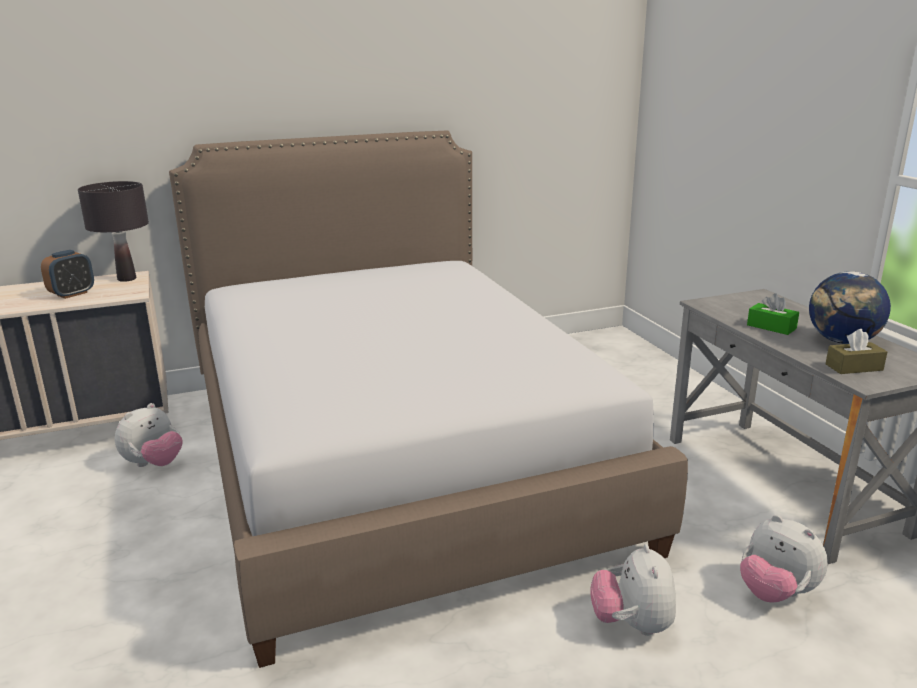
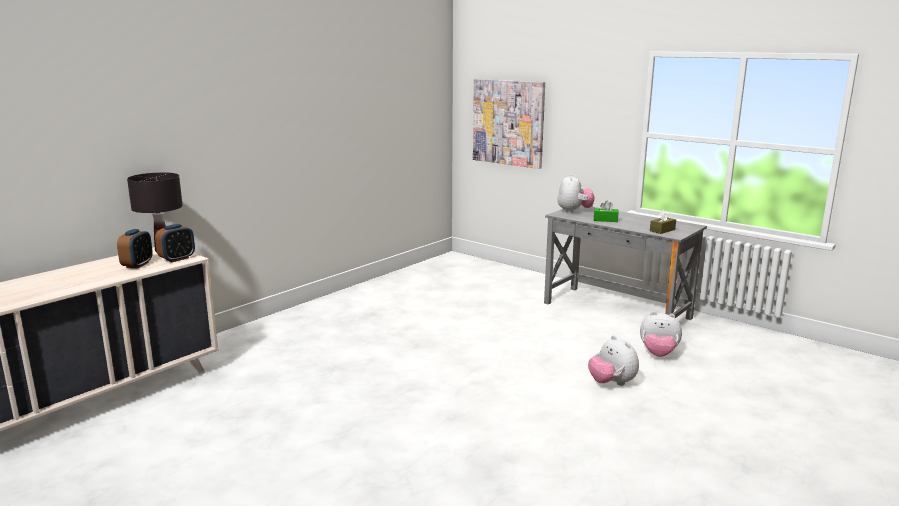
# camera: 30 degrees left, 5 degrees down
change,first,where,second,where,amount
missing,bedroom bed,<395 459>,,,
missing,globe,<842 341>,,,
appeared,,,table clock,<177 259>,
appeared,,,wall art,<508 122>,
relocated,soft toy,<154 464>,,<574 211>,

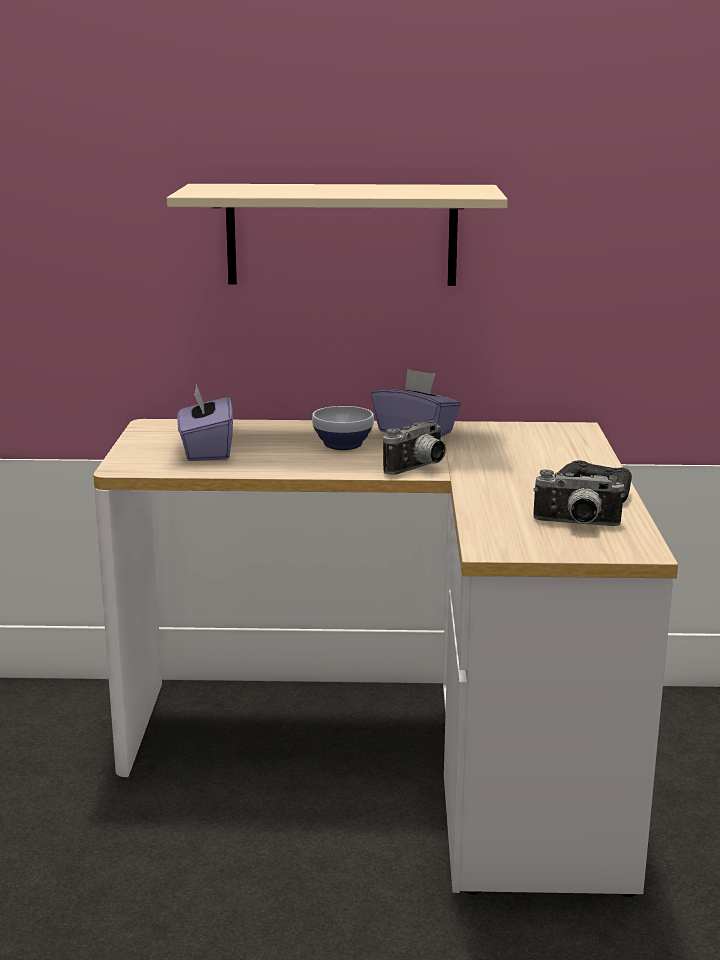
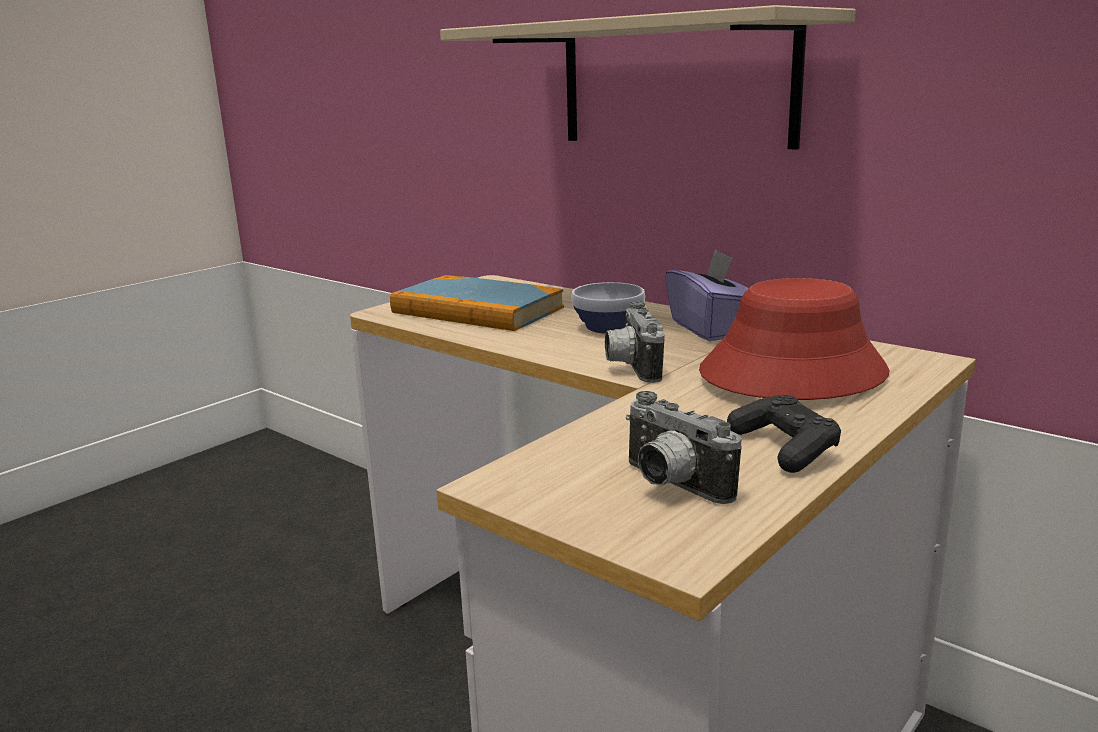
# camera: 40 degrees right, 0 degrees up
change,first,where,second,where,amount
appeared,,,wearable hat/red,<792 373>,
exchanged,tissue holder/purple,<206 451>,book,<477 310>,
spun,photo camera,<419 468>,,<630 367>,90 degrees clockwise

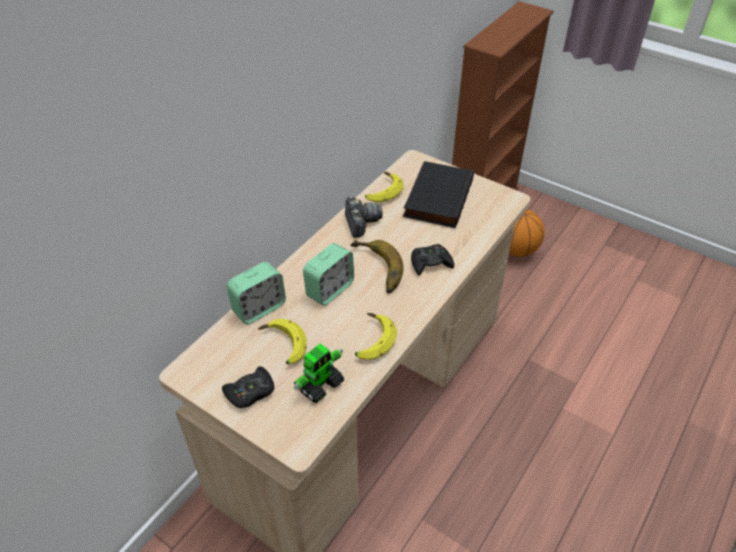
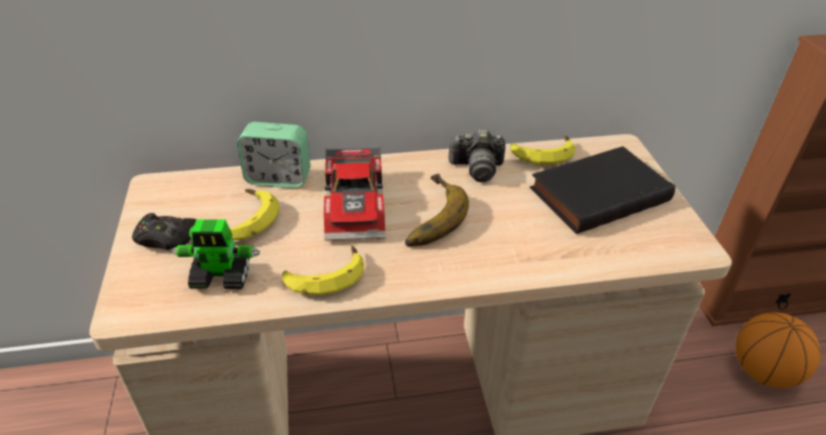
# camera: 45 degrees right, 5 degrees down
change,first,where,second,where,amount
missing,gamepad/black,<430 263>,,,
exchanged,table clock,<330 289>,miniature car,<358 204>,
spun,photo camera,<361 223>,,<476 168>,60 degrees clockwise

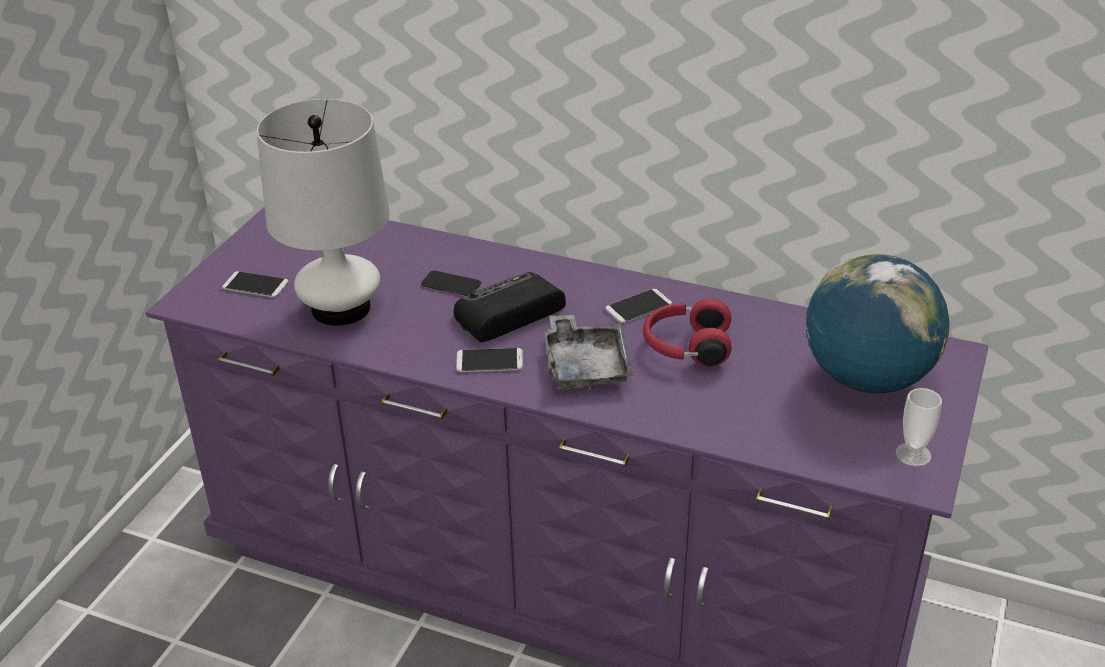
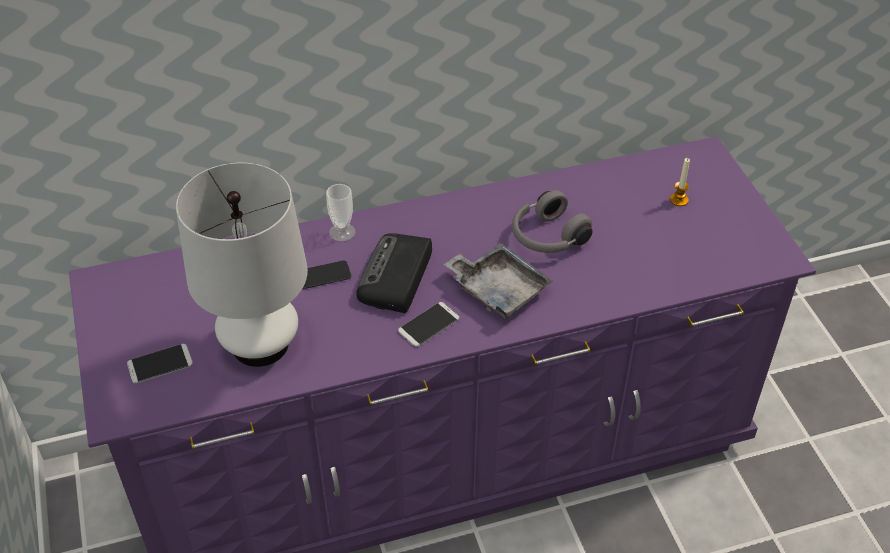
# camera: 40 degrees left, 10 degrees up
change,first,where,second,where,amount
missing,handset,<638 307>,,,
relocated,drinking cup,<913 454>,,<342 232>,
exchanged,globe,<867 379>,wax candle,<679 200>,
colour,headphones/red,<686 347>,headphones/greyish,<547 237>,

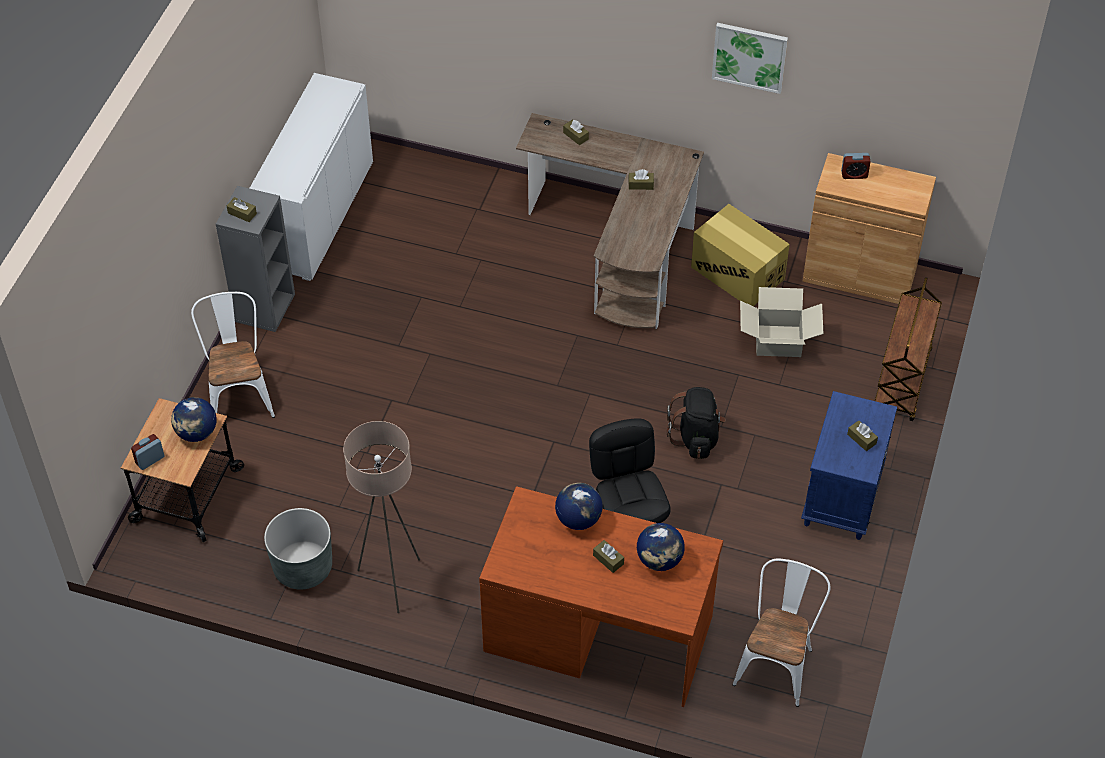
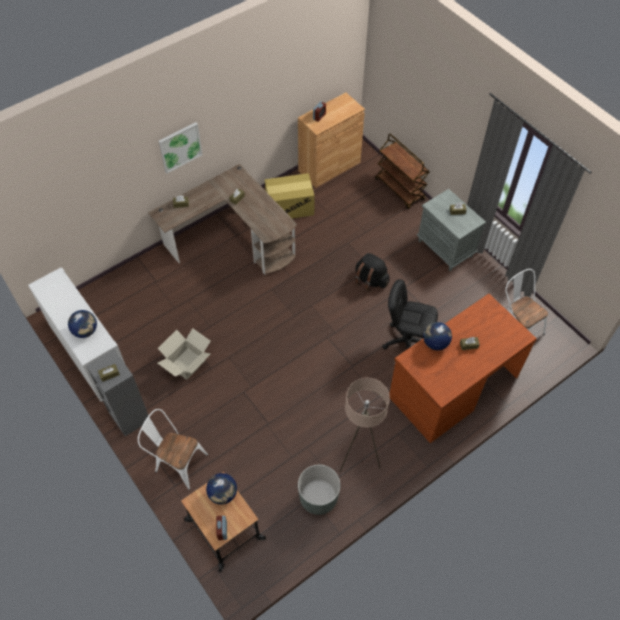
# camera: 55 degrees left, 5 degrees up
change,first,where,second,where,amount
relocated,globe,<659 560>,,<85 331>,
relocated,wall art,<749 56>,,<180 147>,
relocated,cardboard box,<778 340>,,<187 363>,
colour,nightstand/blue,<842 498>,nightstand/greyish,<445 249>,

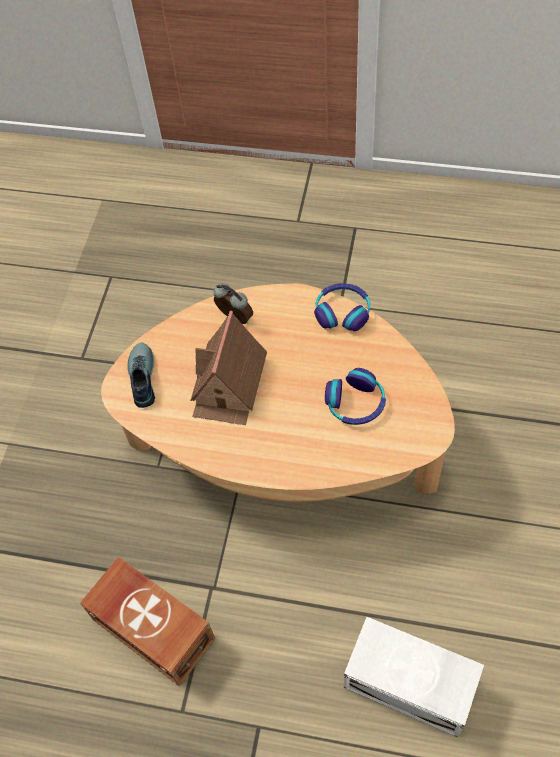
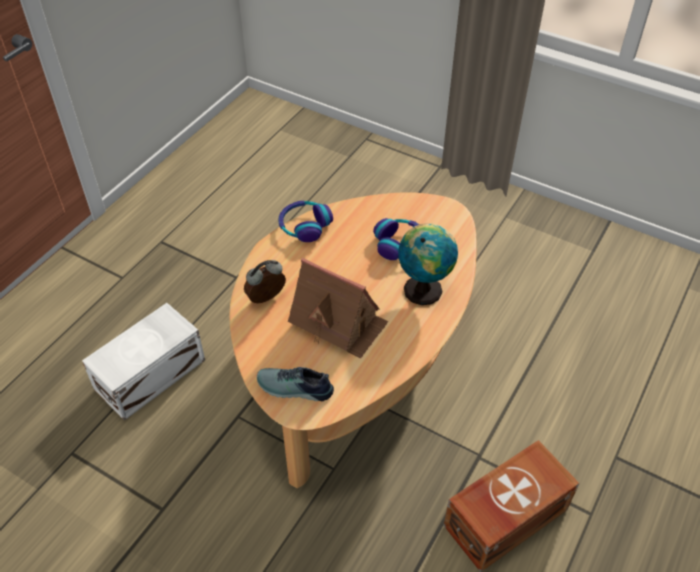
# camera: 75 degrees left, 10 degrees down
change,first,where,second,where,amount
appeared,,,globe,<424 288>,
relocated,storage container/white,<410 686>,,<152 375>,

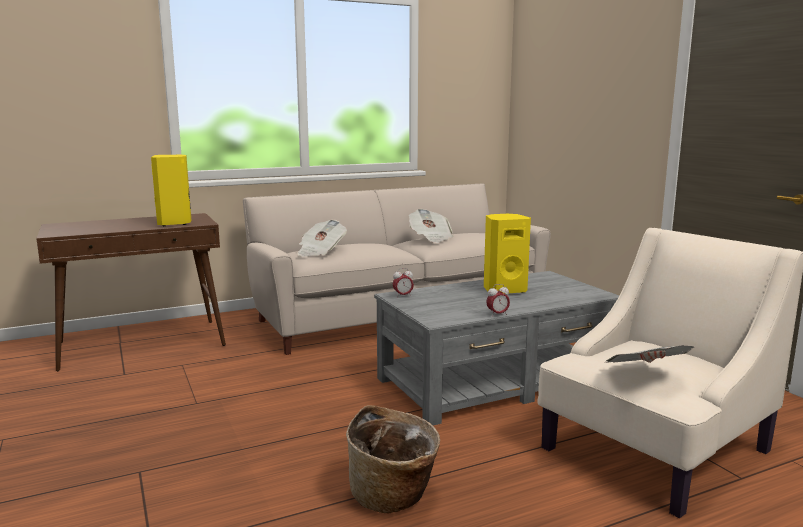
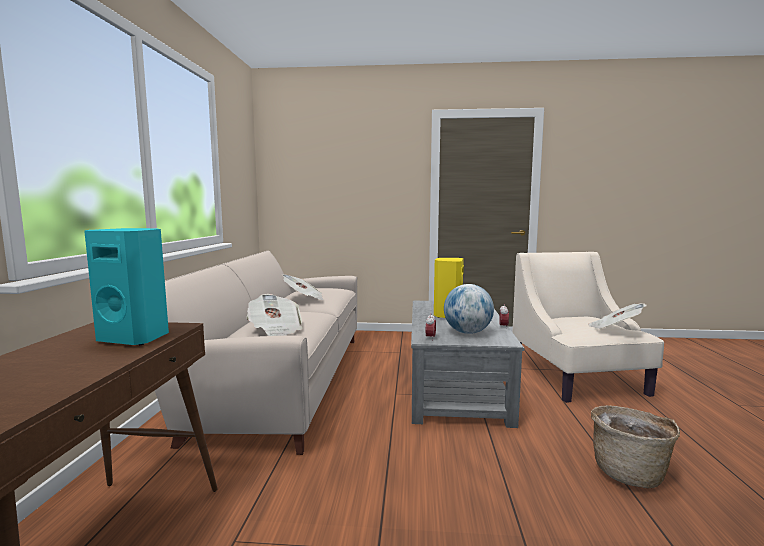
# camera: 60 degrees left, 5 degrees down
change,first,where,second,where,amount
appeared,,,globe,<467 332>,
colour,speaker/yellow,<175 223>,speaker/turquoise-coloured,<136 338>,

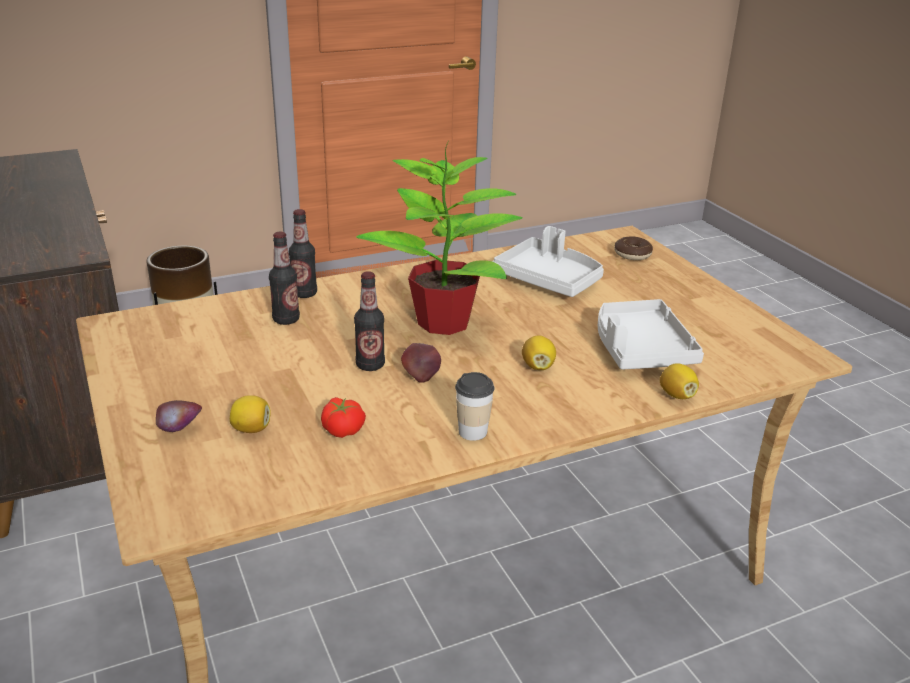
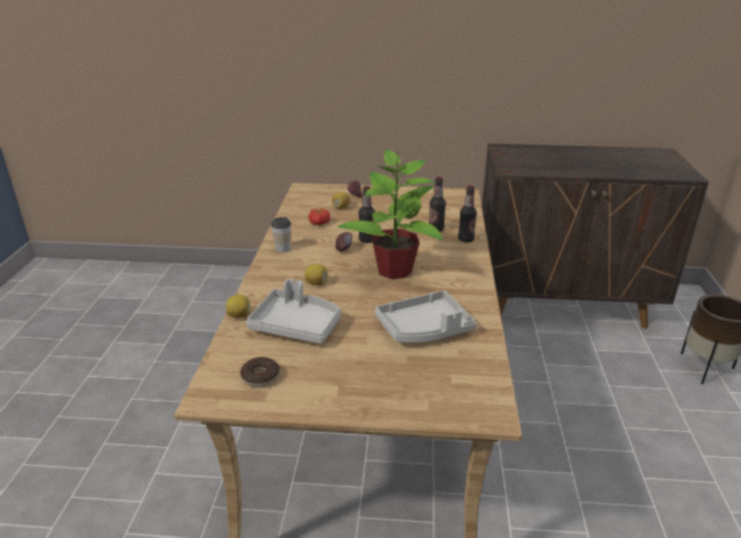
# camera: 120 degrees right, 0 degrees up
change,first,where,second,where,amount
relocated,donut,<632 254>,,<260 377>,

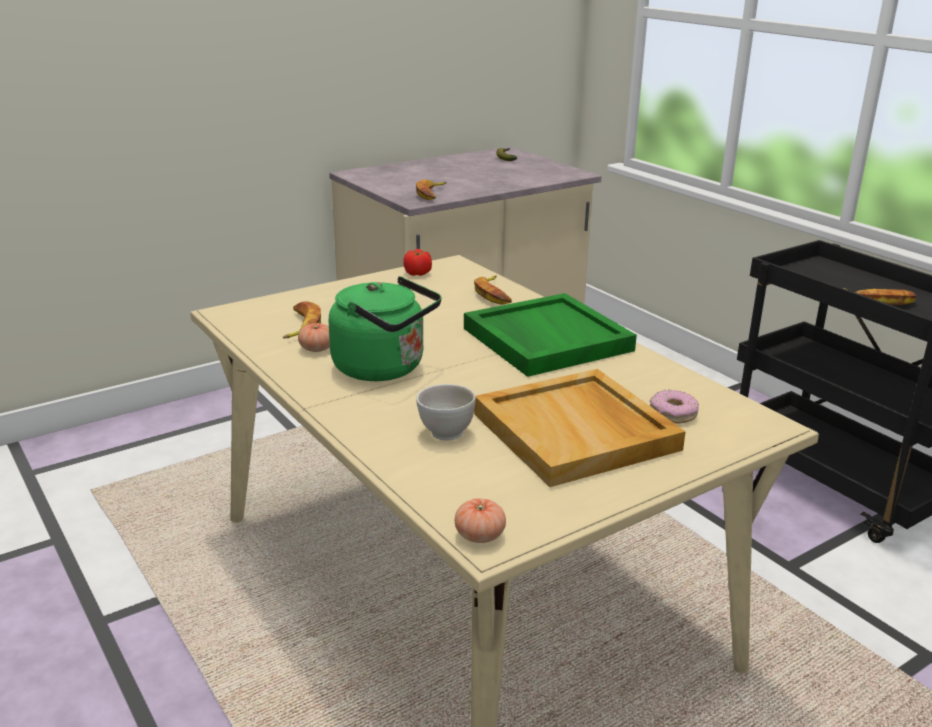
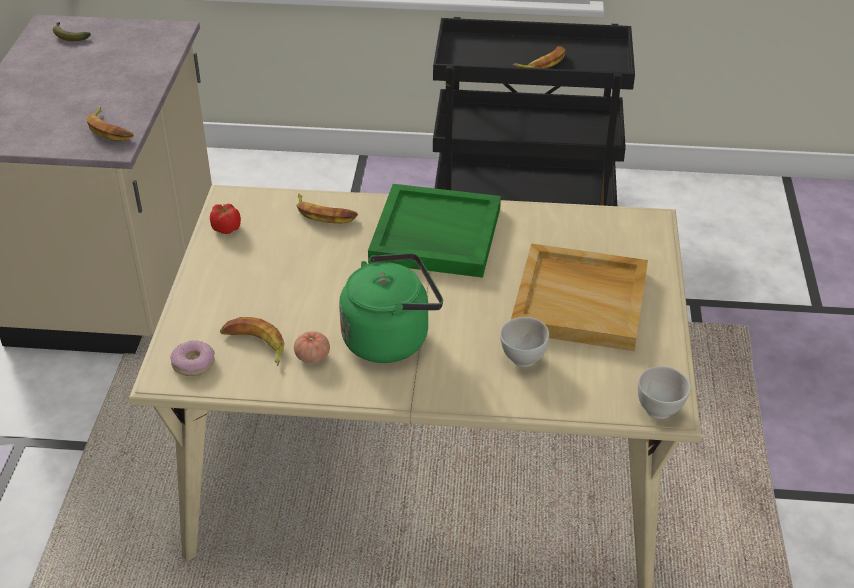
# camera: 50 degrees left, 15 degrees up
change,first,where,second,where,amount
relocated,donut,<672 414>,,<193 363>,
exchanged,tomato,<479 535>,bowl/white,<659 410>,

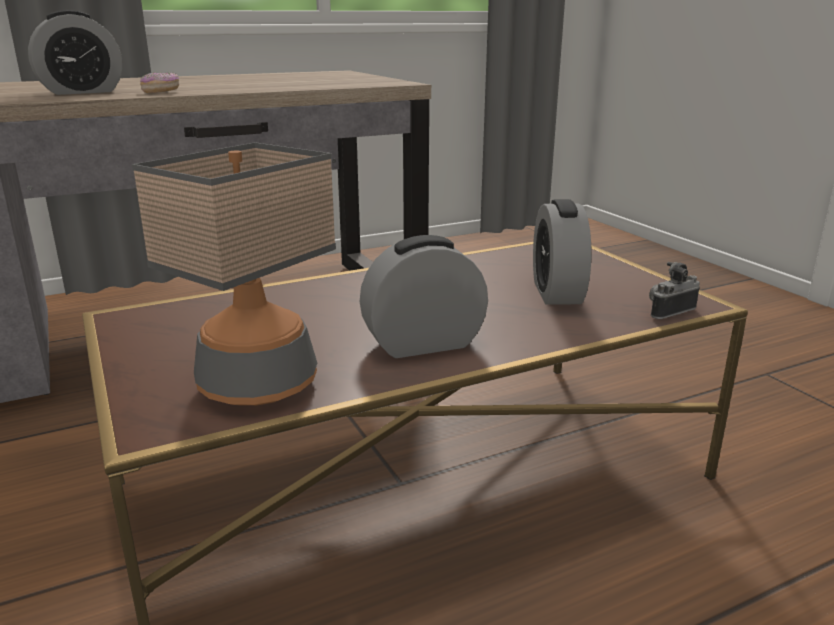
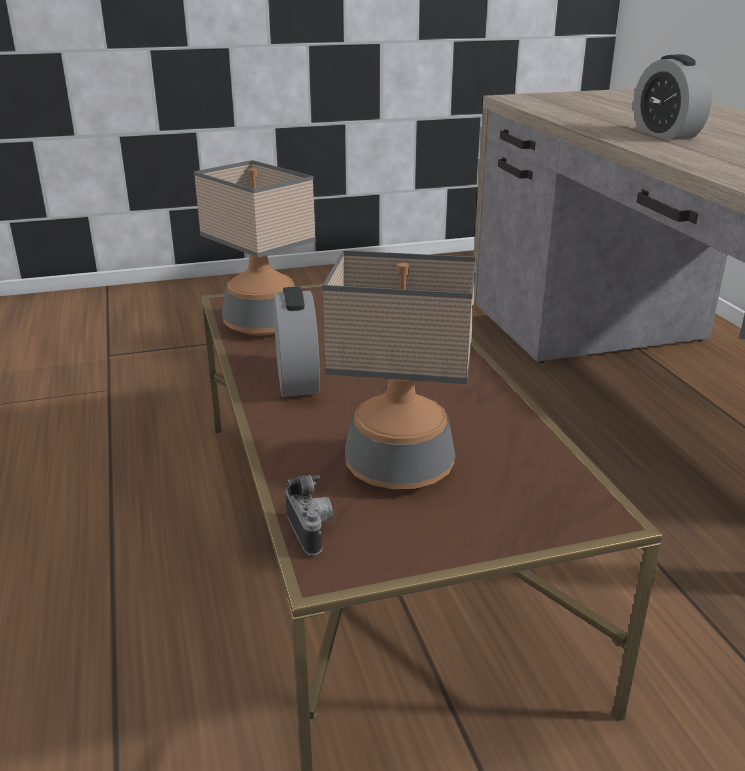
# camera: 100 degrees right, 5 degrees up
change,first,where,second,where,amount
missing,donut,<161 92>,,,
exchanged,table clock,<557 292>,table lamp,<398 467>,

